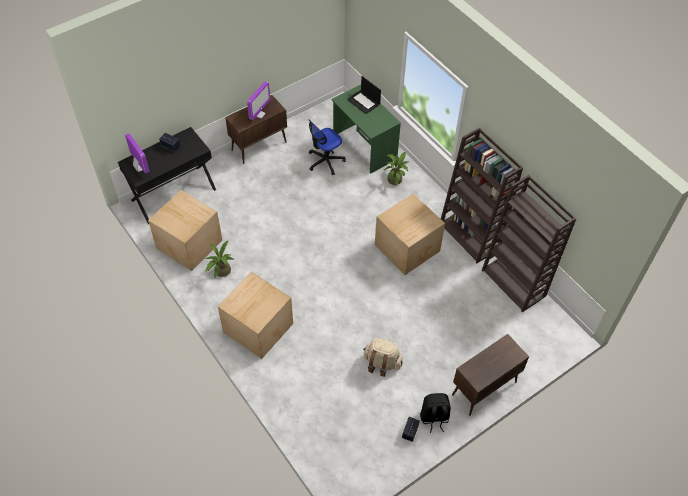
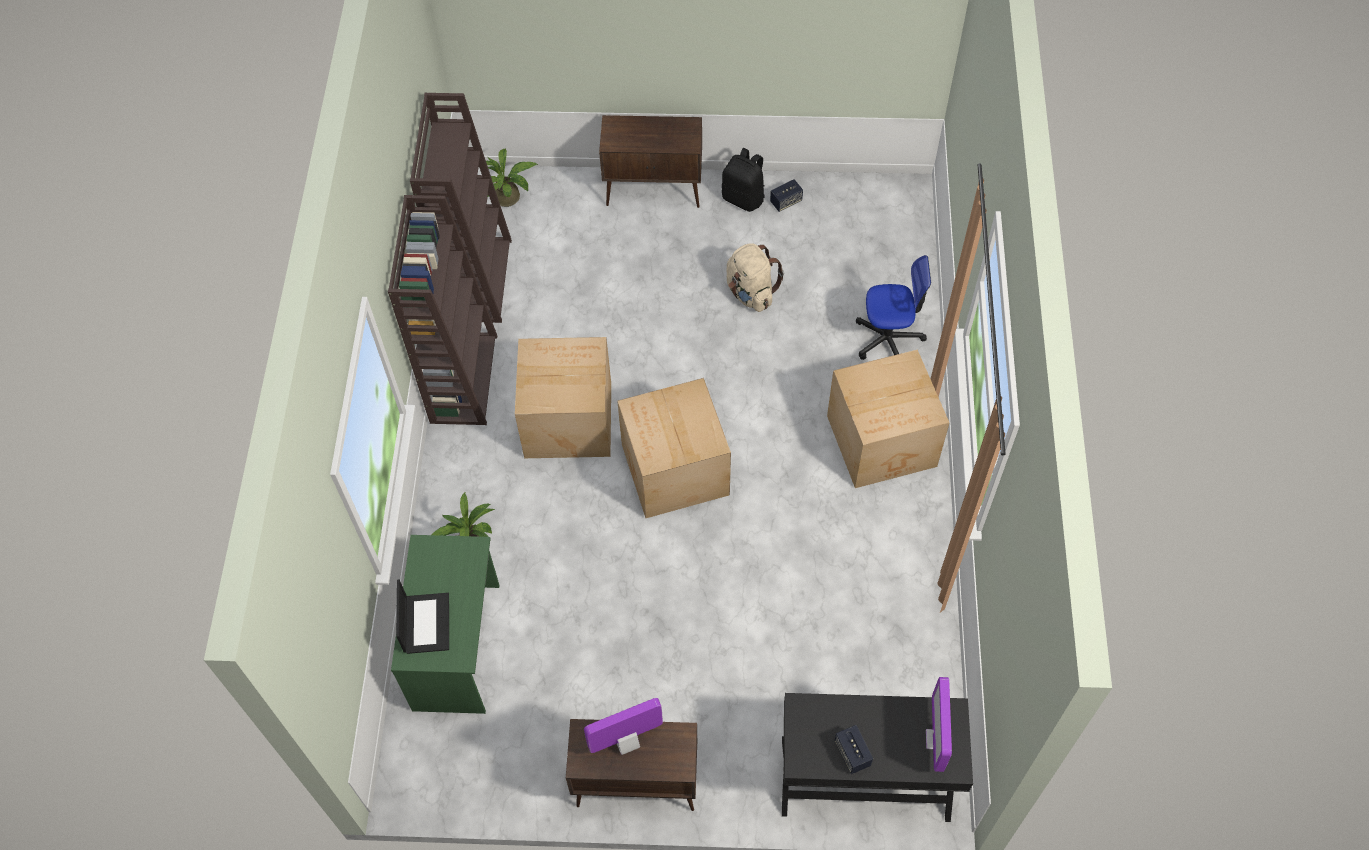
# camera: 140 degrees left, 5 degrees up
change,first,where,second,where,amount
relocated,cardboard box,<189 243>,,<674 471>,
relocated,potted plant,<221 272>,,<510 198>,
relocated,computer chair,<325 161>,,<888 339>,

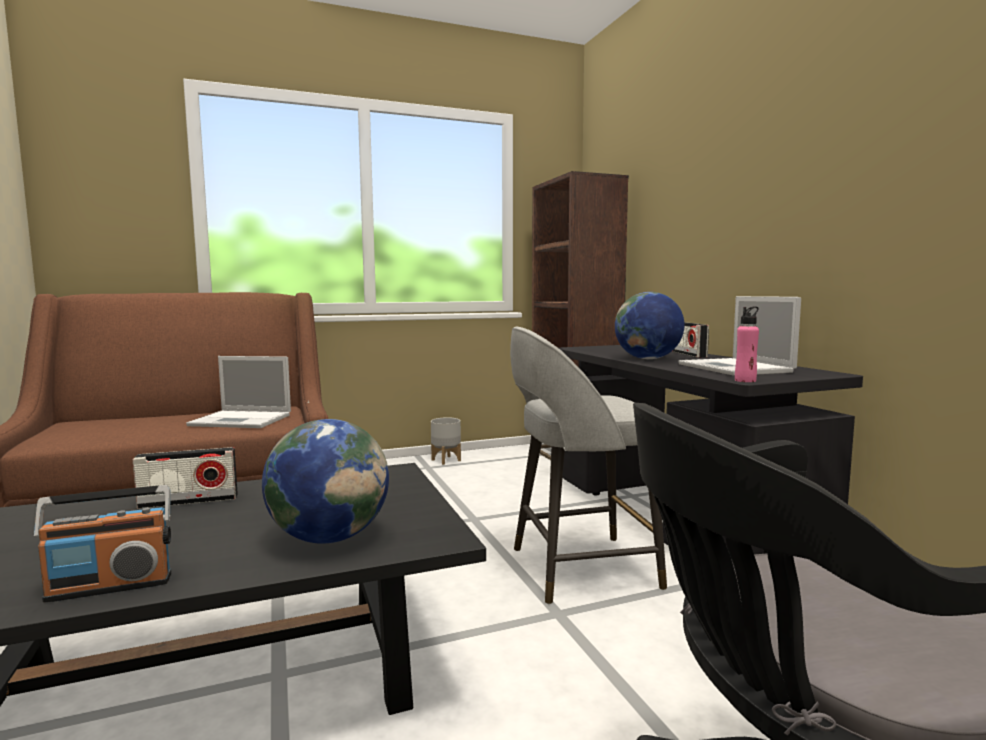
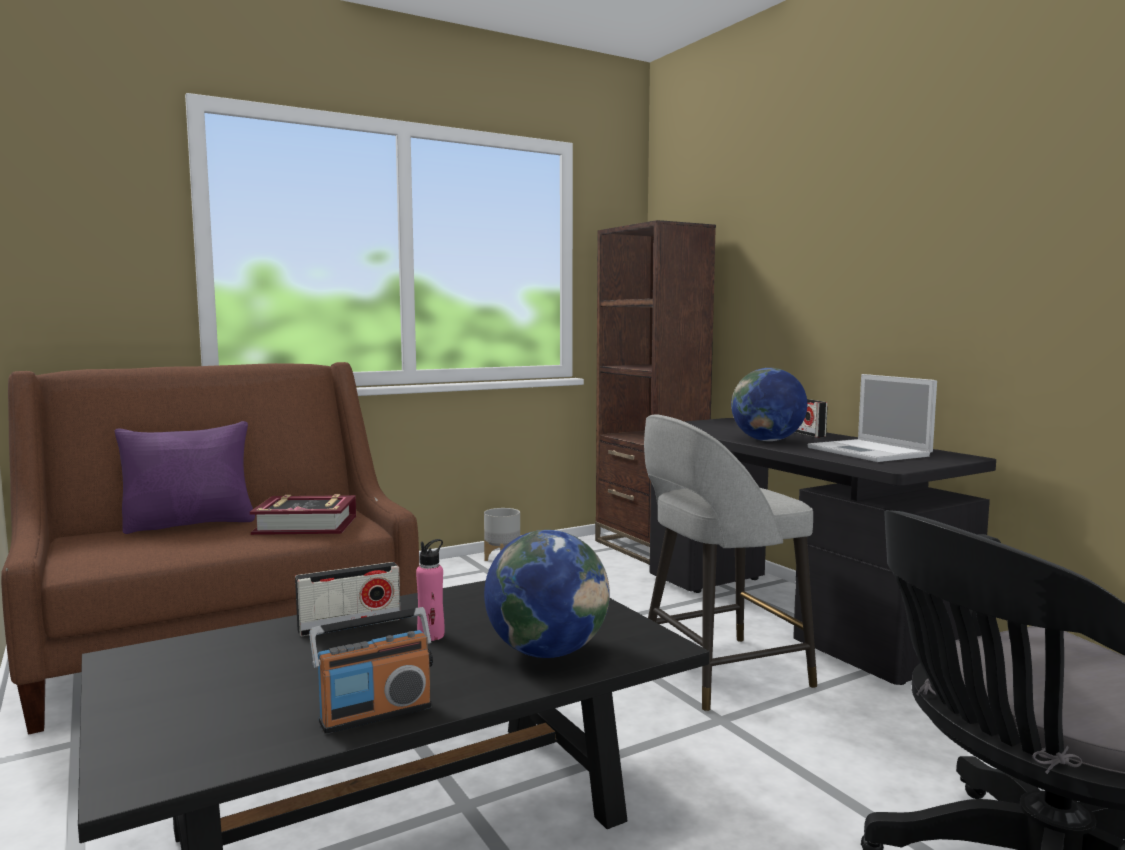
# camera: 10 degrees left, 0 degrees up
change,first,where,second,where,amount
appeared,,,throw pillow/purple,<191 524>,
relocated,drink bottle/pink,<745 380>,,<431 635>,
exchanged,portable computer,<243 420>,book,<306 525>,

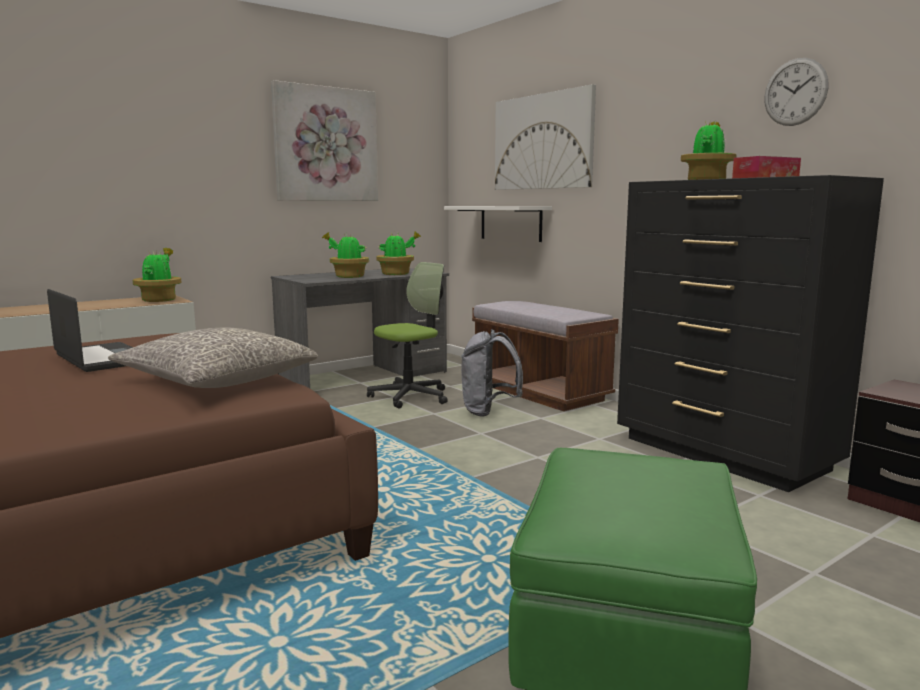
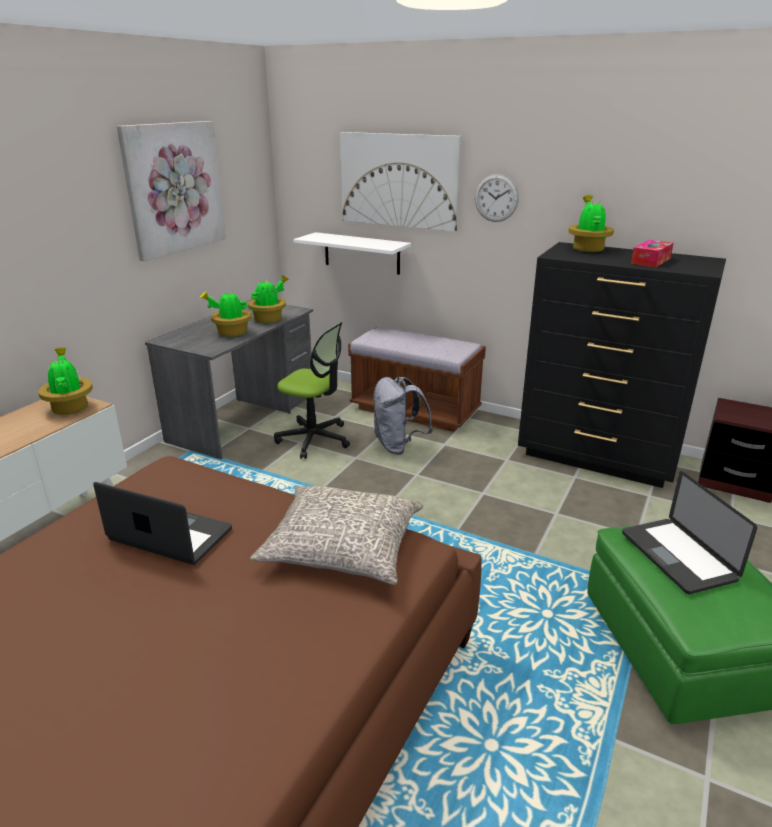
# camera: 25 degrees left, 15 degrees up
change,first,where,second,where,amount
appeared,,,portable computer,<677 556>,
relocated,hanging clock,<795 92>,,<496 198>,
spun,computer chair,<410 396>,,<314 439>,90 degrees clockwise

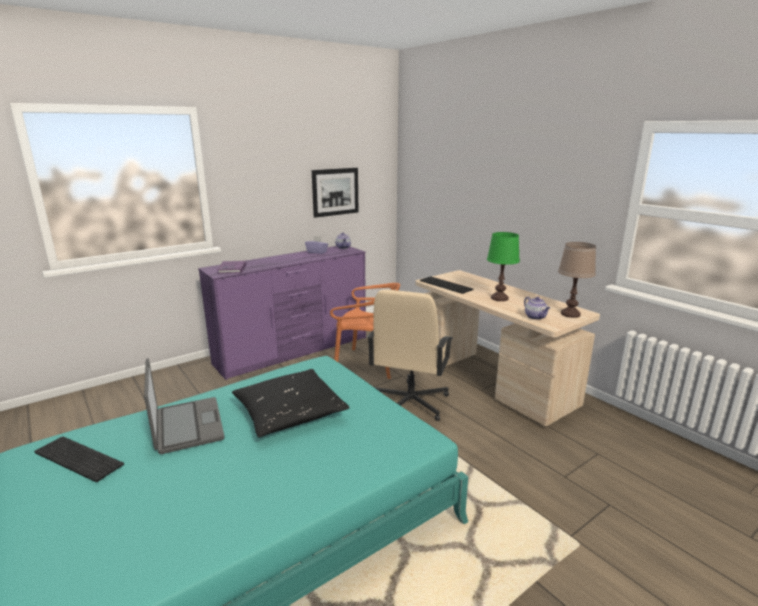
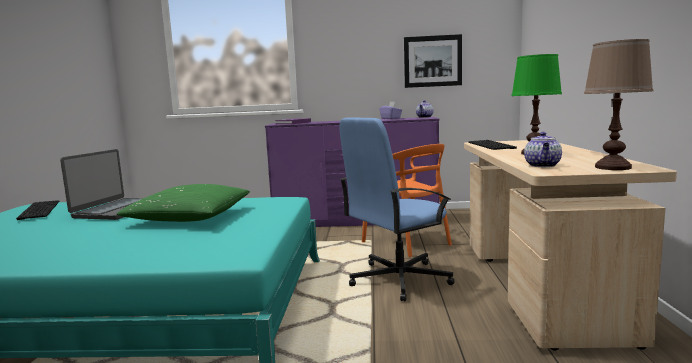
# camera: 40 degrees right, 10 degrees down
change,first,where,second,where,amount
colour,throw pillow/black,<289 413>,throw pillow/greenish,<190 218>,
colour,computer chair/beige,<409 403>,computer chair/blue,<398 279>,

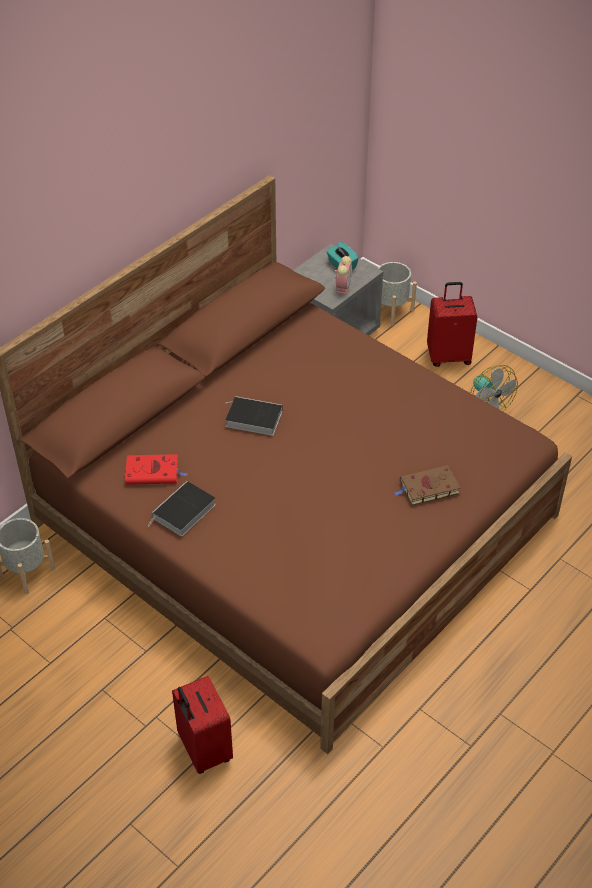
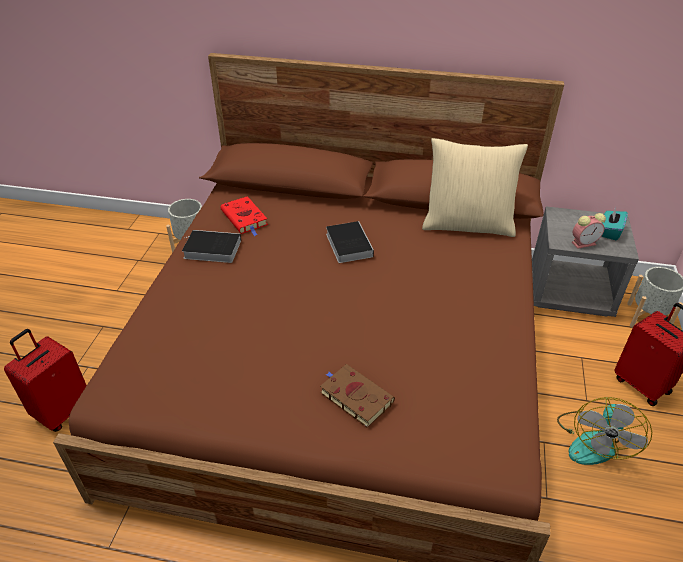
# camera: 60 degrees right, 5 degrees down
change,first,where,second,where,amount
appeared,,,throw pillow/beige,<467 224>,

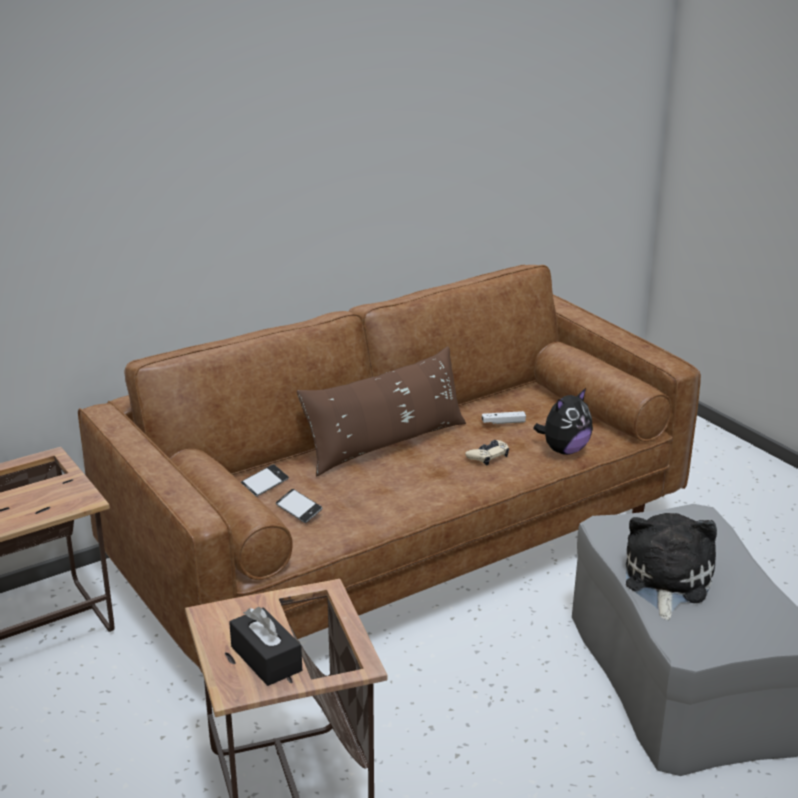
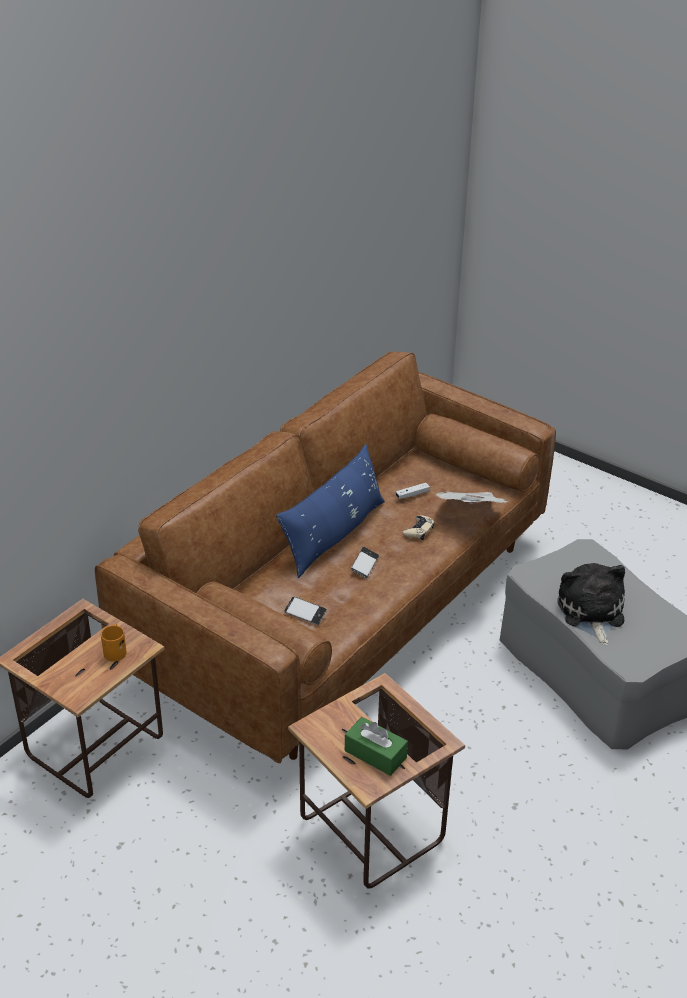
# camera: 20 degrees left, 10 degrees up
change,first,where,second,where,amount
appeared,,,tea mug/orange-coloured,<115 650>,
relocated,handset,<264 484>,,<364 565>,
exchanged,soft toy,<564 450>,daily paper,<471 513>,
colour,tissue holder/black,<266 659>,tissue holder/greenish,<375 754>,
colour,throw pillow/brown,<386 444>,throw pillow/blue,<334 535>,

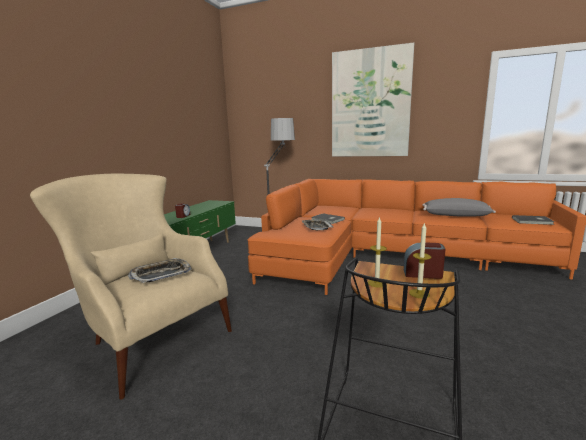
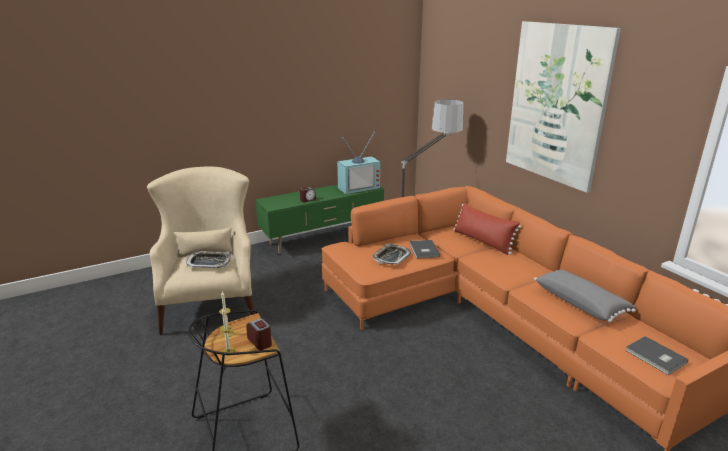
# camera: 40 degrees right, 10 degrees up
change,first,where,second,where,amount
appeared,,,TV,<358 187>,
appeared,,,throw pillow/red,<483 241>,

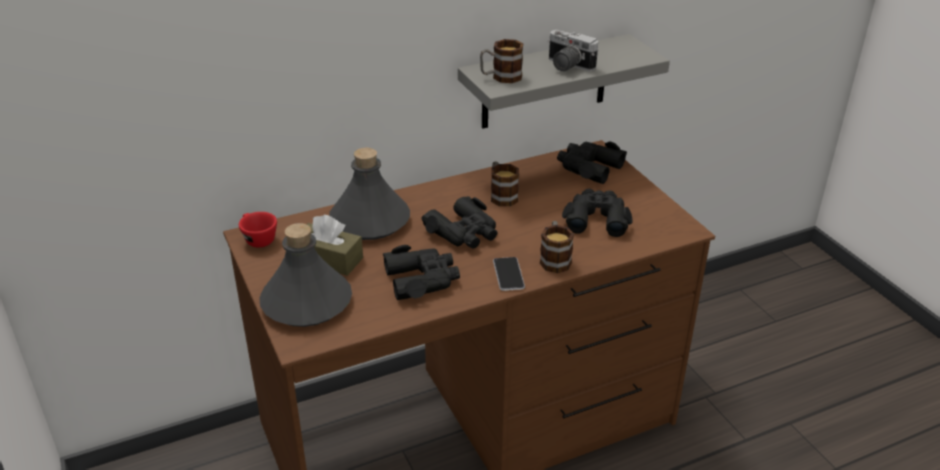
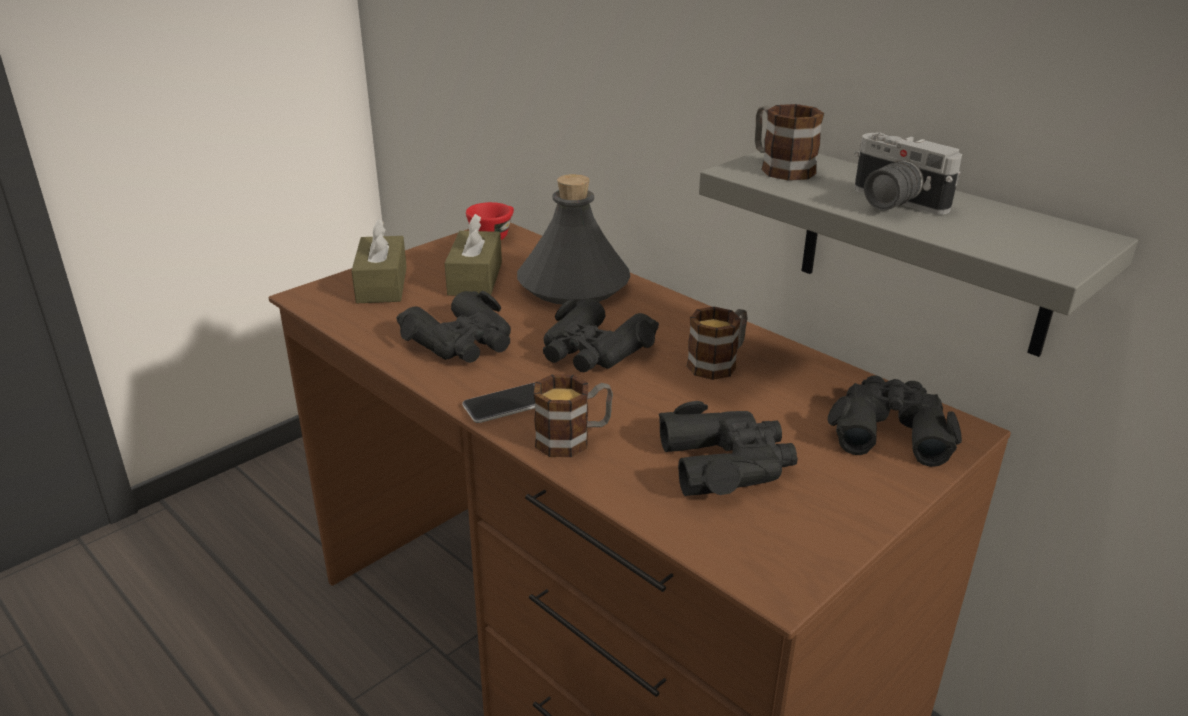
# camera: 70 degrees right, 5 degrees down
change,first,where,second,where,amount
exchanged,drink bottle/greyish,<306 303>,tissue holder/brown,<382 284>,
spun,photo camera,<566 66>,,<890 203>,60 degrees counterclockwise

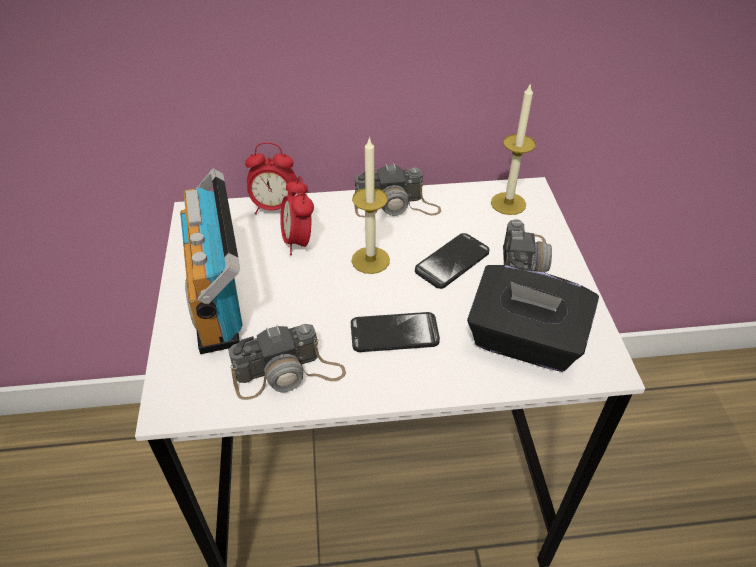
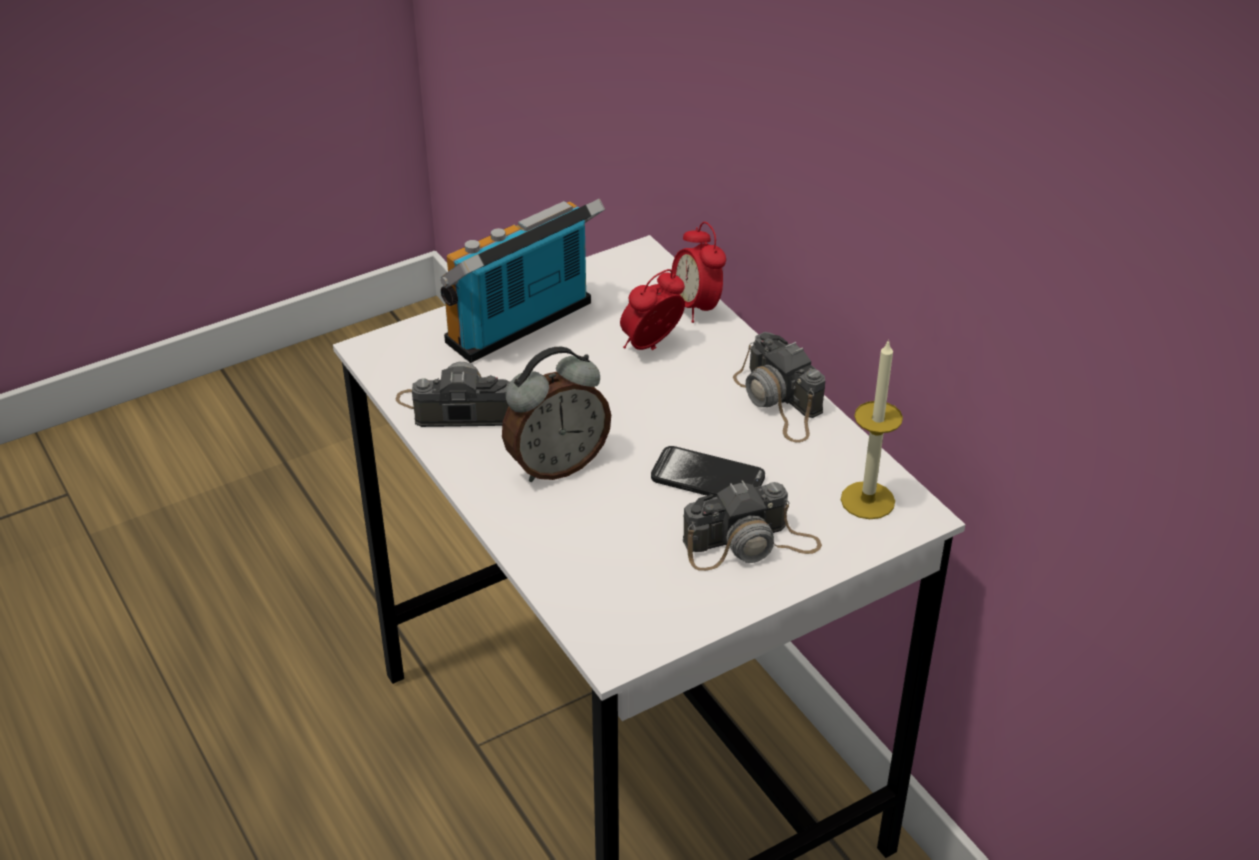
# camera: 65 degrees right, 5 degrees down
change,first,where,second,where,amount
missing,wax candle,<370 260>,,,
missing,tissue holder/black,<524 342>,,,
exchanged,handset,<394 333>,table clock,<556 464>,
spun,photo camera,<288 373>,,<455 408>,135 degrees clockwise

